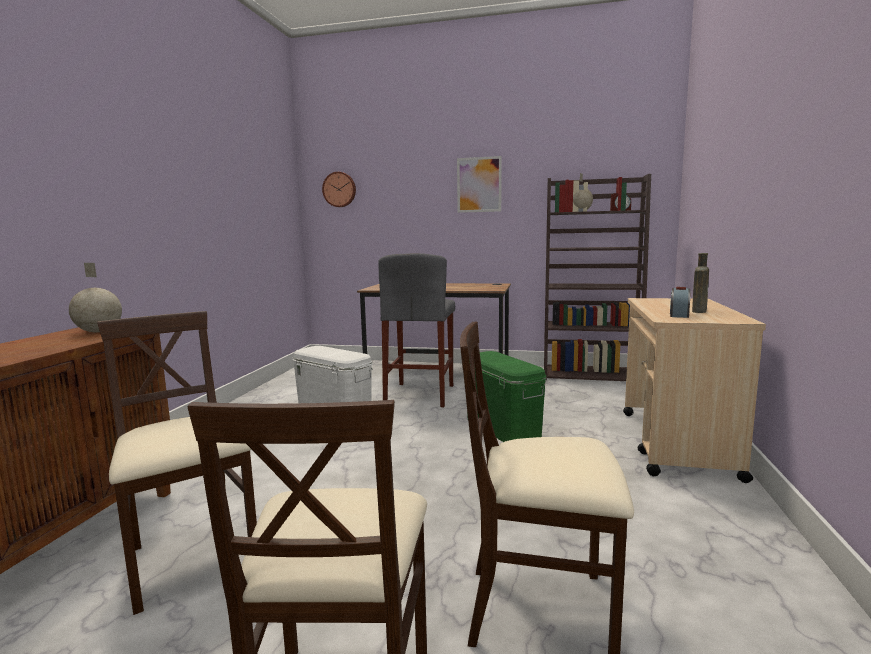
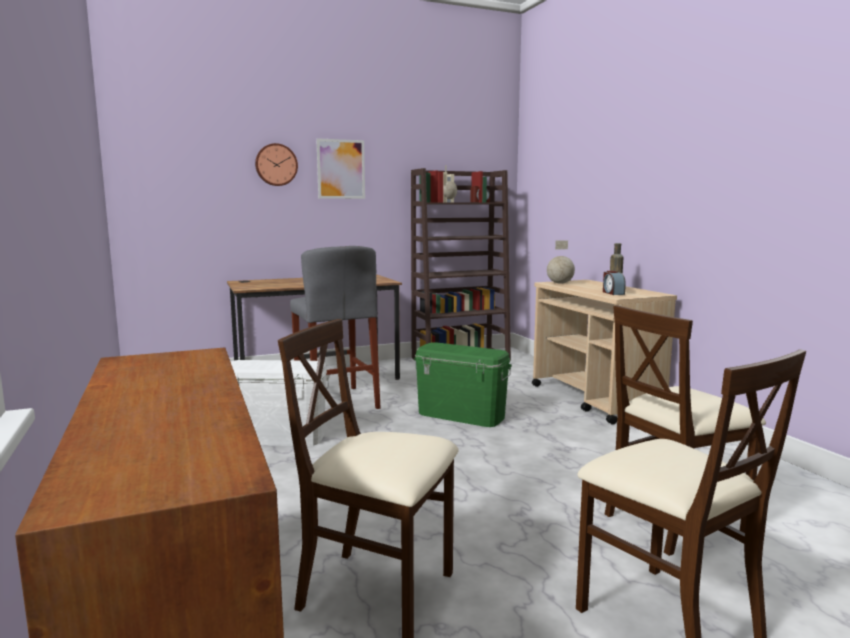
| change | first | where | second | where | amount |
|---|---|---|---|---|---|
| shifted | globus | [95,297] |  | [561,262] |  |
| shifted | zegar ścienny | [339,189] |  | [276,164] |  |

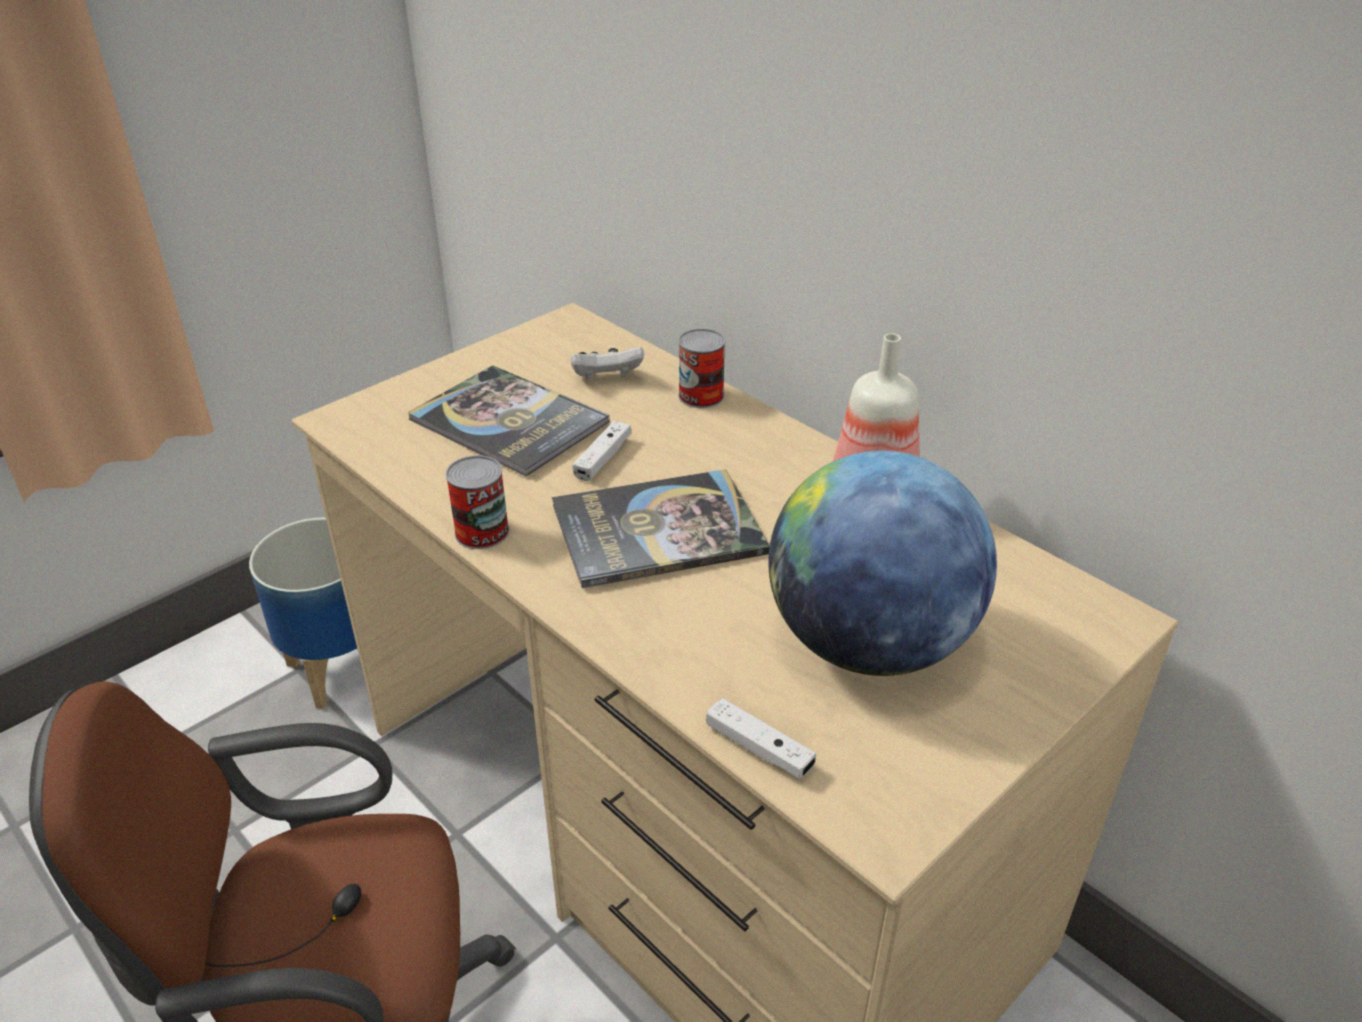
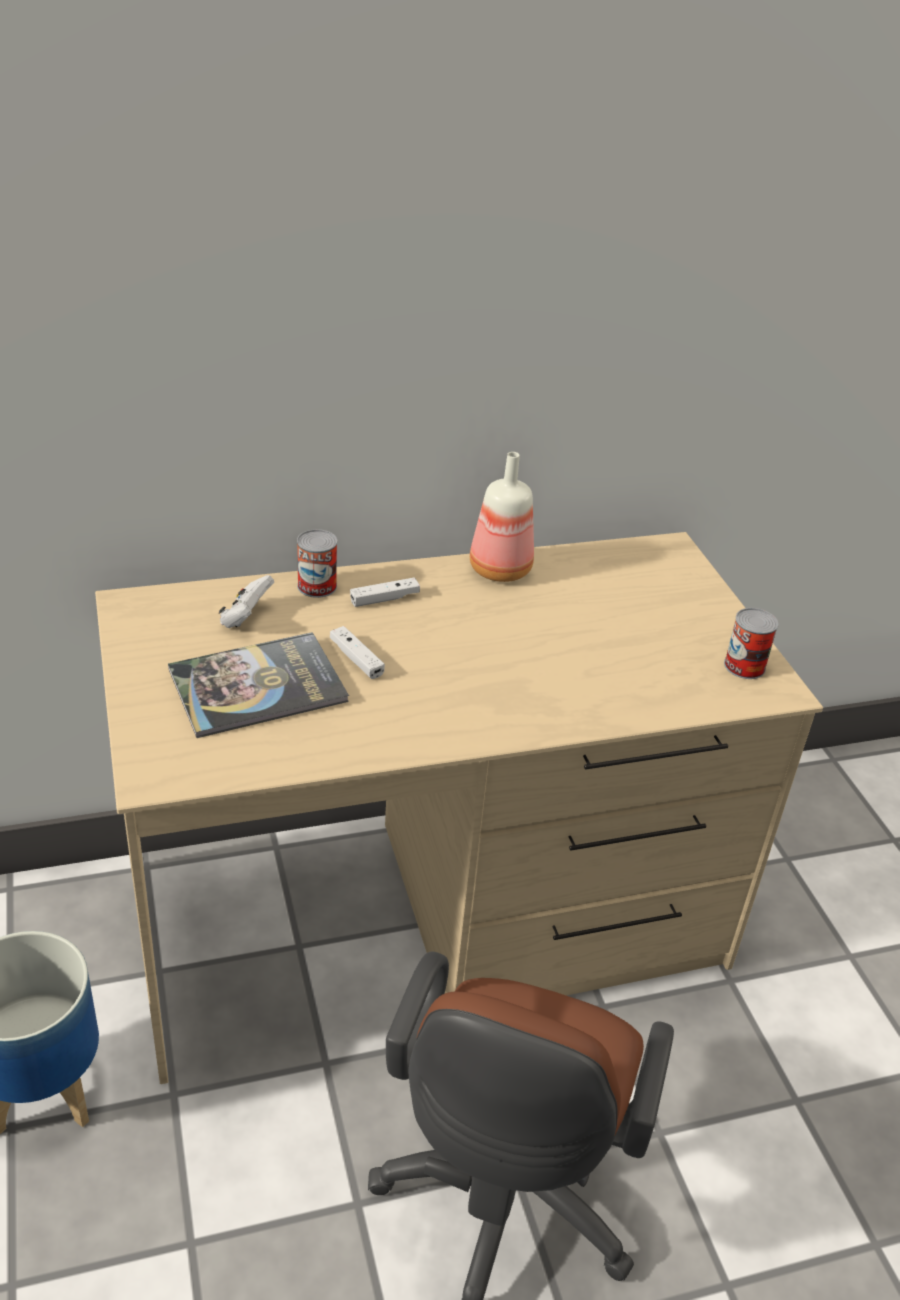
| change | first | where | second | where | amount |
|---|---|---|---|---|---|
| shifted | puszka | [477,502] |  | [751,643] |  |
| gone | książka | [661,528] |  |  |  |
| shifted | pad do gier/biały | [761,738] |  | [385,592] |  |
| gone | globus | [882,563] |  |  |  |

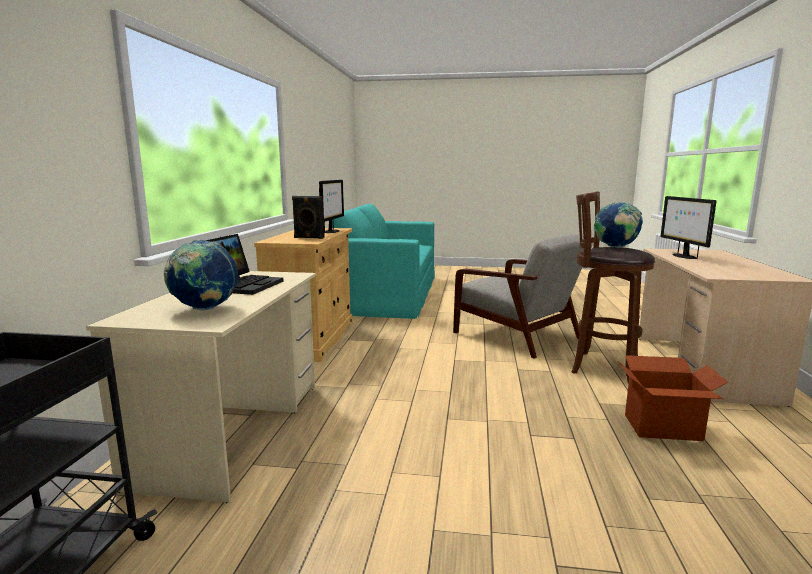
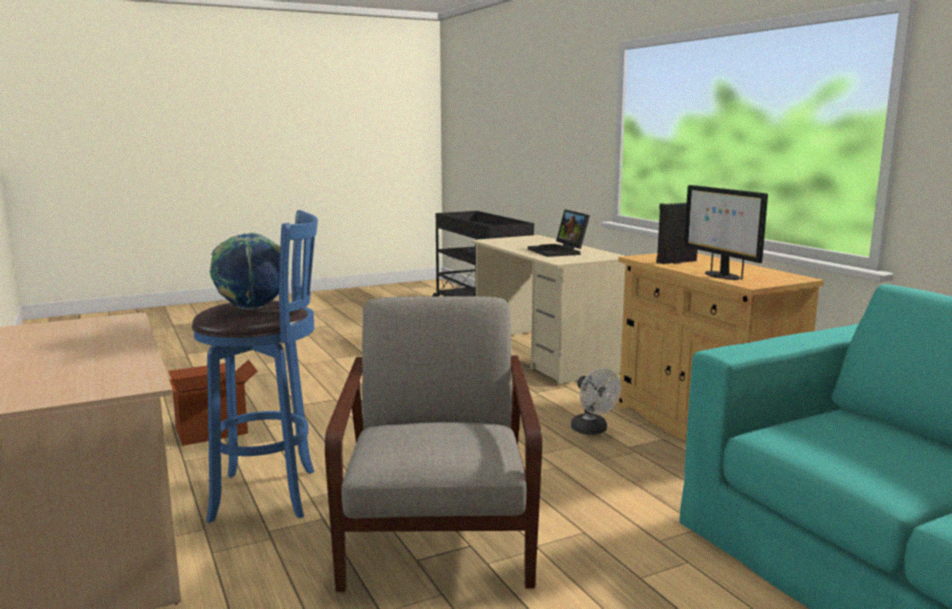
| change | first | where | second | where | amount |
|---|---|---|---|---|---|
| gone | globus | [201,275] |  |  |  |
| rotated | fotel/szary | [523,297] |  | [433,444] | 75 degrees clockwise |
| repainted | stołek/brązowy | [613,287] | stołek/niebieski | [255,366] |  |
| gone | monitor | [688,227] |  |  |  |
| new |  |  | wentylator/biały | [596,401] |  |

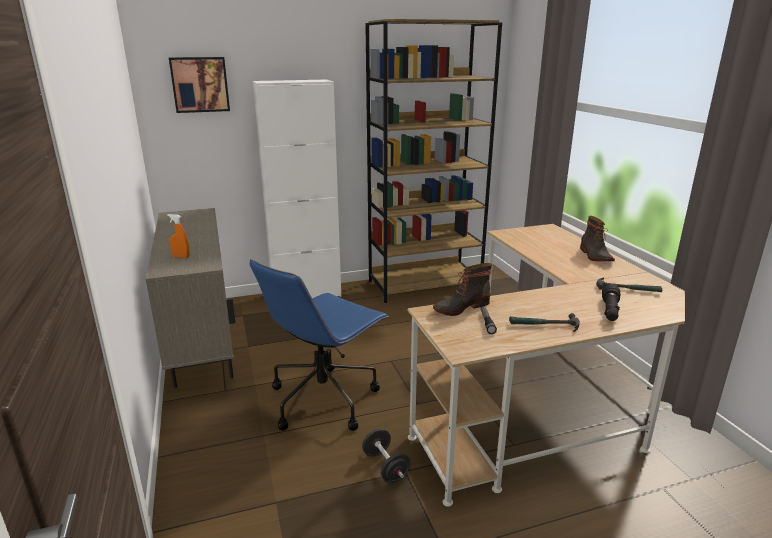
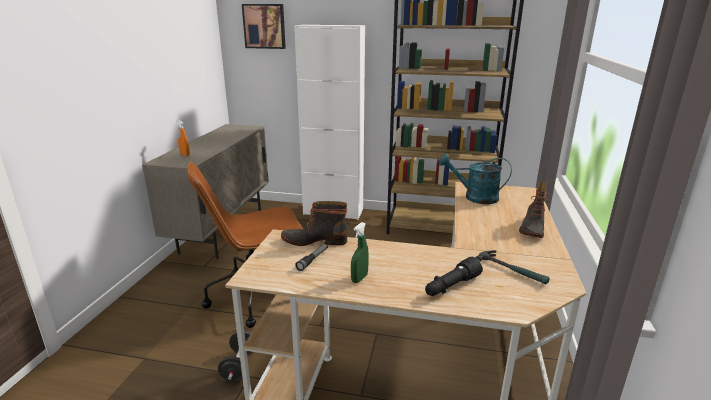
| change | first | where | second | where | amount |
|---|---|---|---|---|---|
| repainted | krzesło biurowe/niebieski | [319,345] | krzesło biurowe/brązowy | [244,244] |  |
| swapped | młotek | [544,322] | spryskiwacz/zielony | [360,252] |  |
| new |  |  | konewka/turkusowy | [475,179] |  |

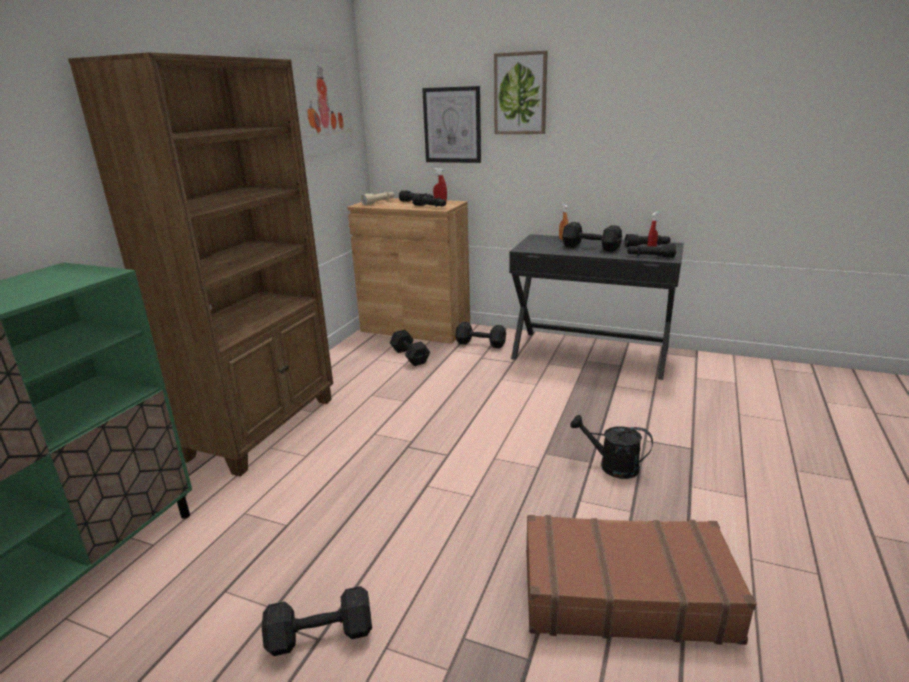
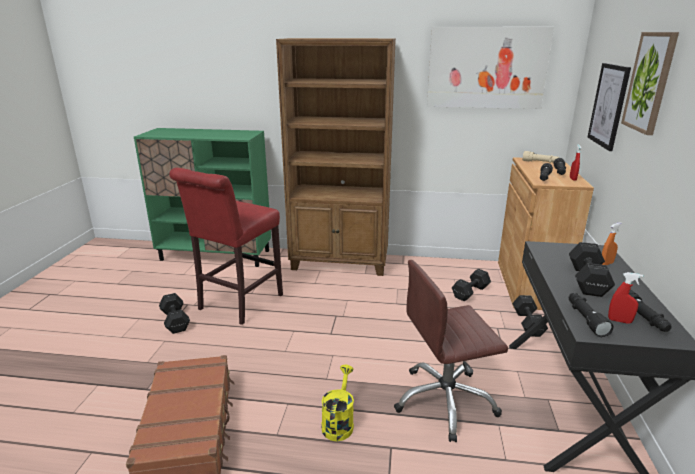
| change | first | where | second | where | amount |
|---|---|---|---|---|---|
| repainted | konewka/czarny | [611,447] | konewka/żółty | [337,403] |  |
| new |  |  | stołek/czerwony | [226,246] |  |
| new |  |  | krzesło biurowe/brązowy | [451,351] |  |

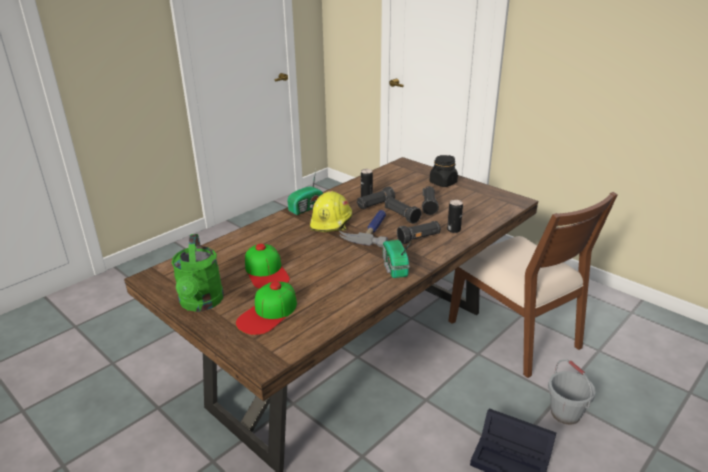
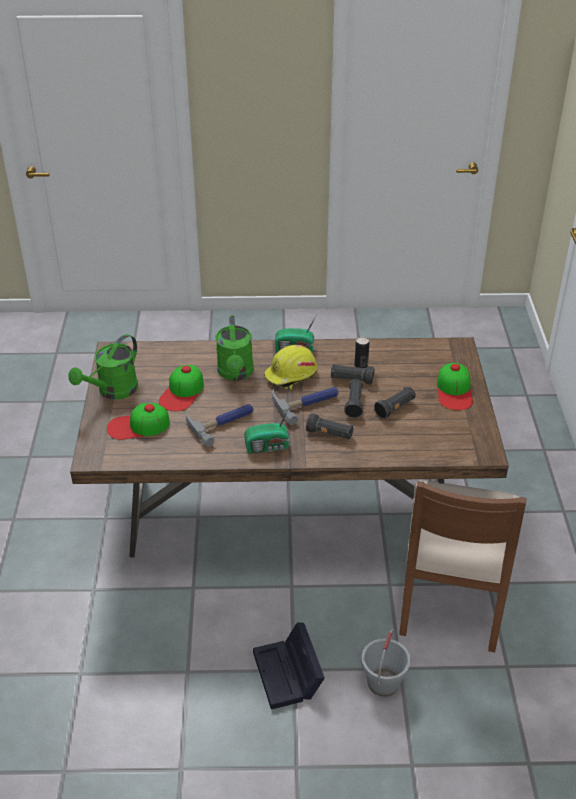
| change | first | where | second | where | amount |
|---|---|---|---|---|---|
| rotated | radio | [397,259] |  | [267,430] | 135 degrees counterclockwise |
| swapped | słoik/czarny | [444,171] | czapka z daszkiem | [455,386] |  |
| gone | puszka | [455,216] |  |  |  |
| new |  |  | młotek | [219,425] |  |
| new |  |  | konewka/zielony | [235,348] |  |

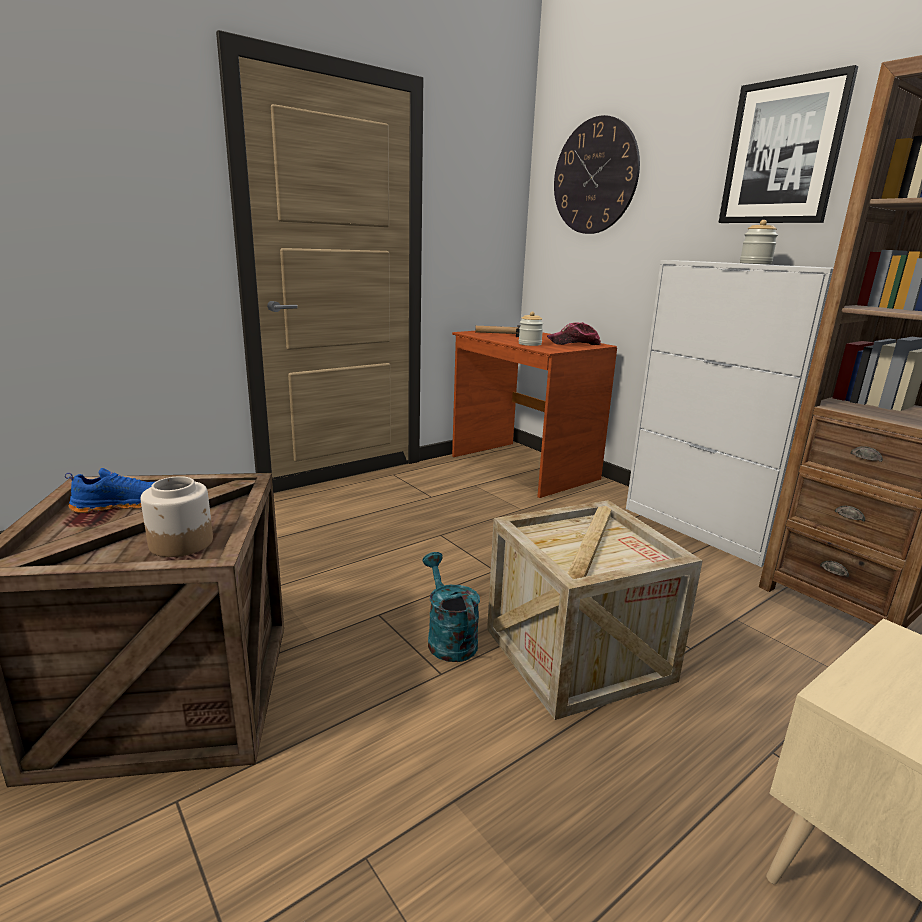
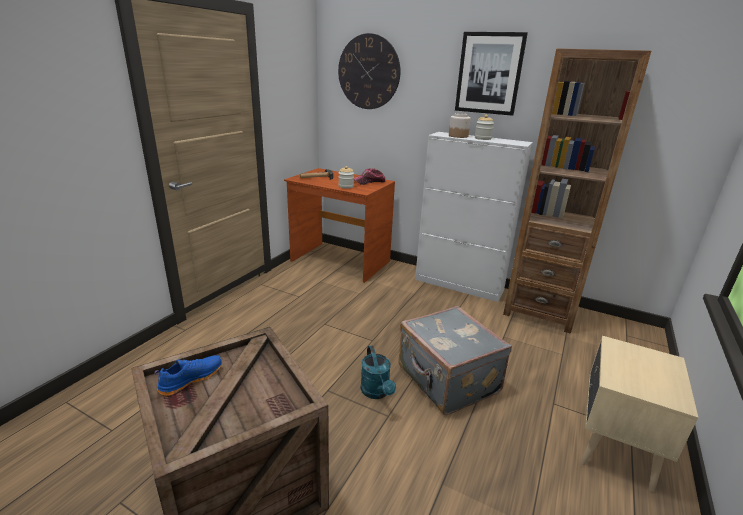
| change | first | where | second | where | amount |
|---|---|---|---|---|---|
| shifted | słoik | [176,516] |  | [460,125] |  |
| rotated | konewka/turkusowy | [451,607] |  | [378,372] | 150 degrees counterclockwise |
| swapped | skrzynka | [595,610] | walizka/szary | [455,360] |  |

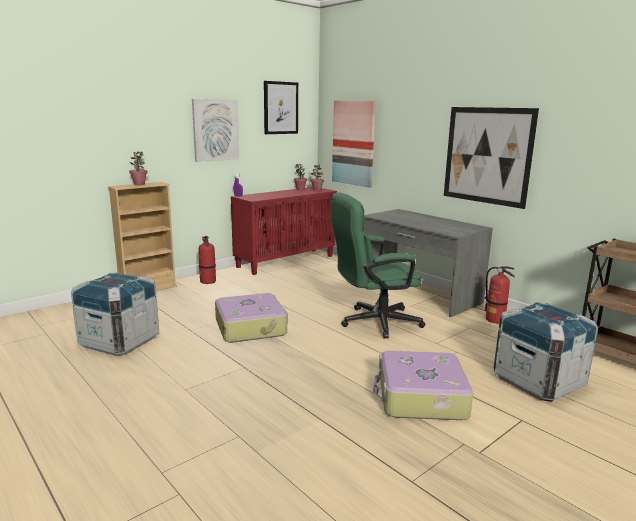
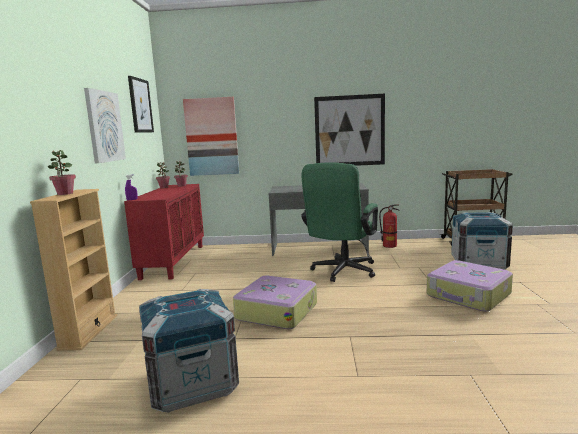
| change | first | where | second | where | amount |
|---|---|---|---|---|---|
| gone | gaśnica | [207,260] |  |  |  |

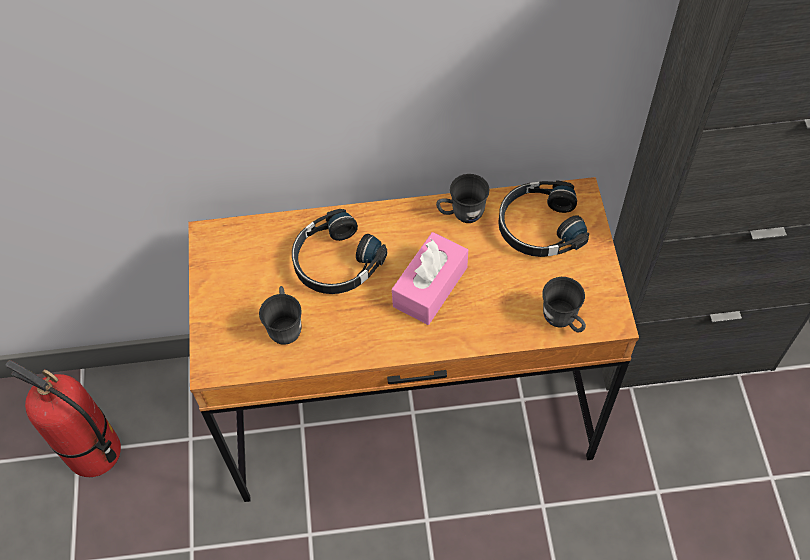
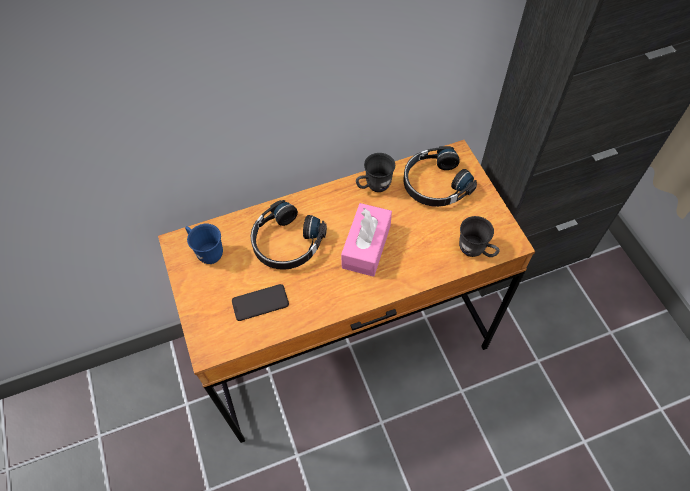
| change | first | where | second | where | amount |
|---|---|---|---|---|---|
| gone | gaśnica | [63,418] |  |  |  |
| swapped | kubek/szary | [280,315] | telefon | [260,302] |  |
| new |  |  | kubek/niebieski | [204,244] |  |

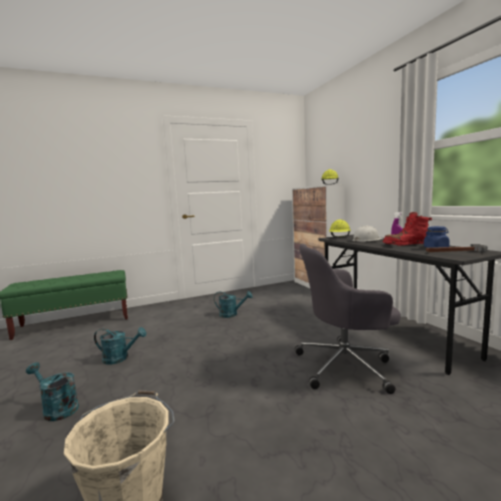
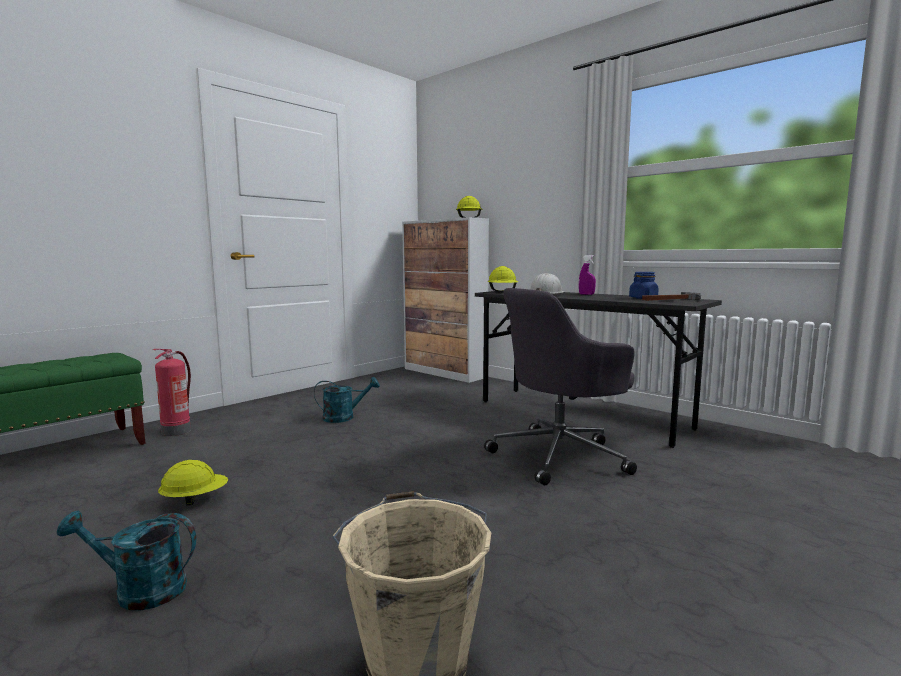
| change | first | where | second | where | amount |
|---|---|---|---|---|---|
| swapped | konewka/turkusowy | [120,346] | kask/żółty | [193,483] |  |
| gone | but z cholewką/czerwony | [407,229] |  |  |  |
| new |  |  | gaśnica | [172,392] |  |

